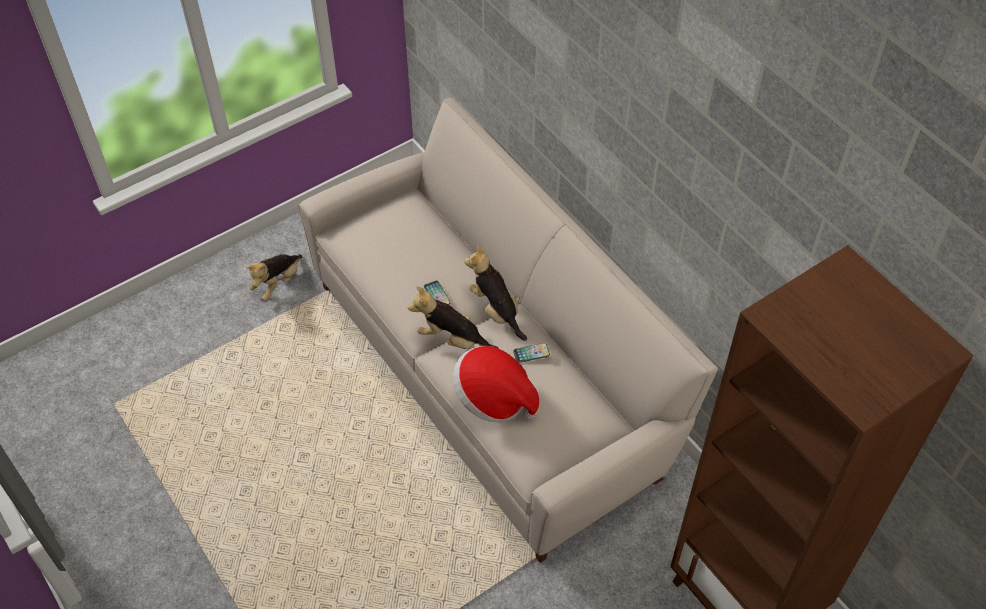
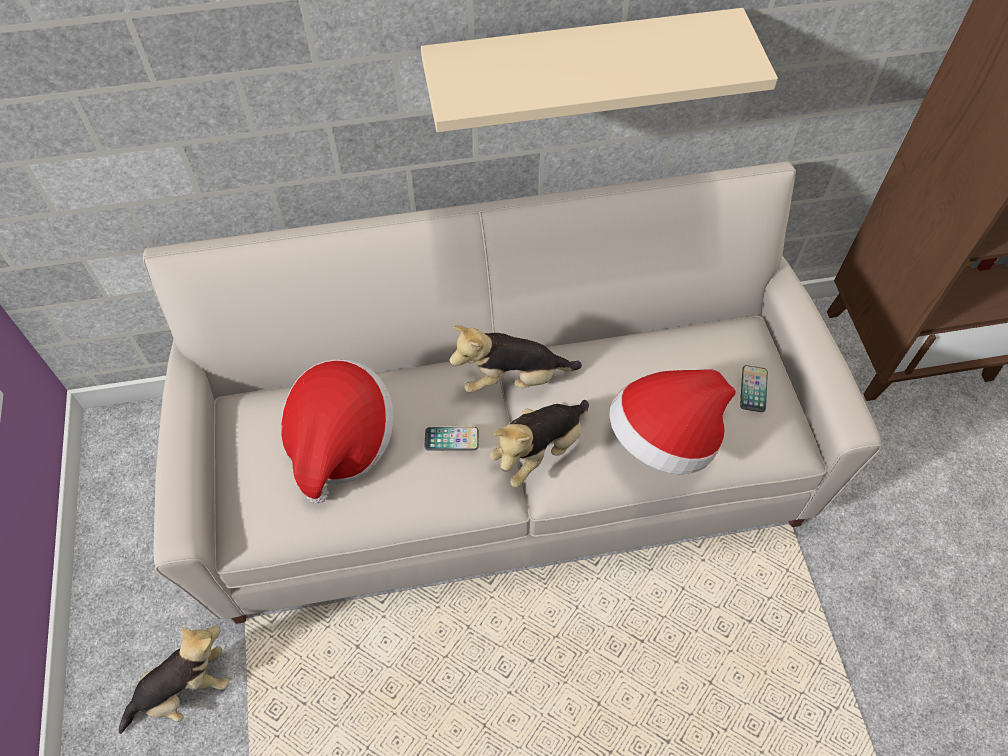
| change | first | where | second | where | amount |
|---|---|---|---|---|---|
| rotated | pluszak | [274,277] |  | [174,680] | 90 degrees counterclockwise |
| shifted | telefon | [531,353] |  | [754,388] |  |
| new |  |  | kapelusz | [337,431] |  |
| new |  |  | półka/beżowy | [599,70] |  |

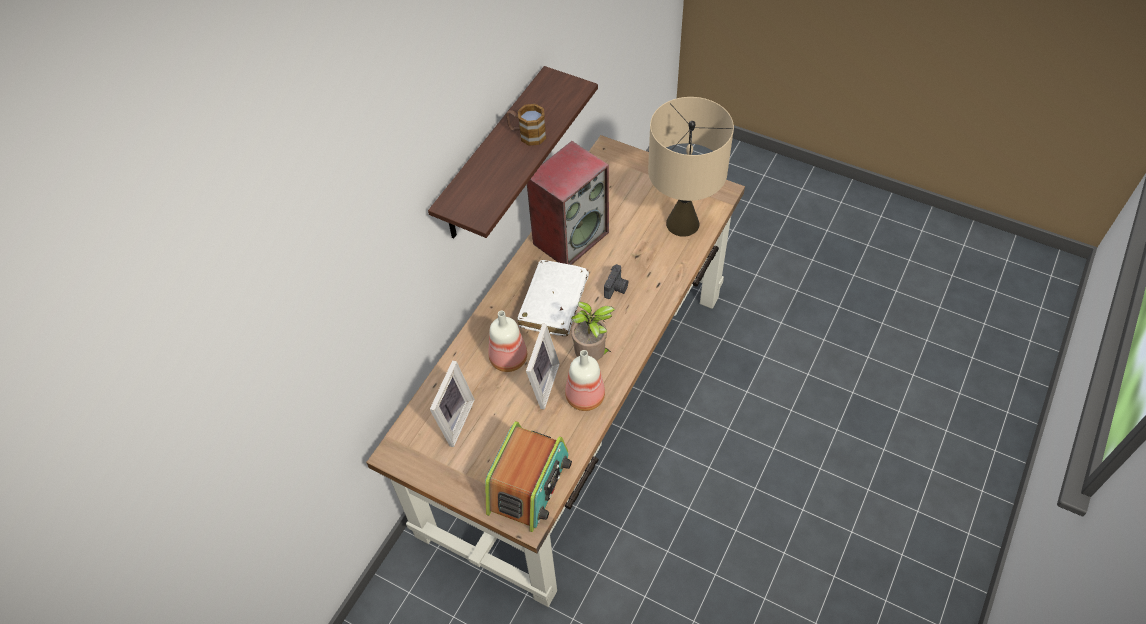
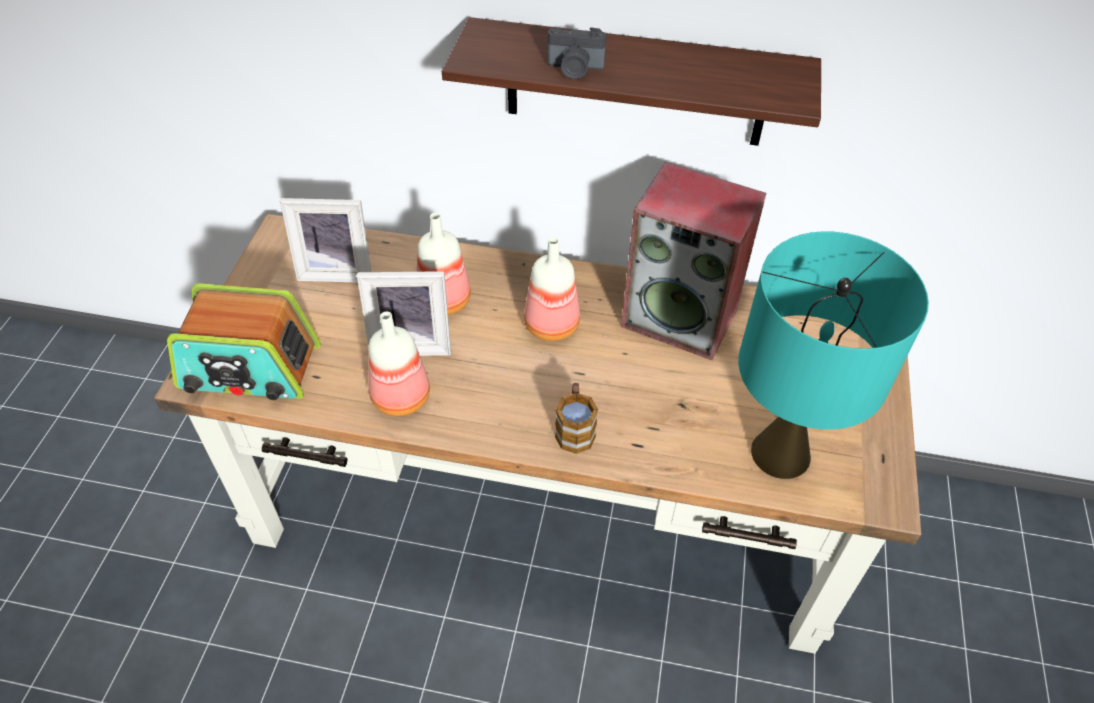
| change | first | where | second | where | amount |
|---|---|---|---|---|---|
| shifted | kubek | [526,125] |  | [576,418] |  |
| swapped | książka/biały | [553,298] | butelka | [552,289] |  |
| gone | roślina doniczkowa | [593,331] |  |  |  |
| shifted | aparat fotograficzny | [616,281] |  | [577,53] |  |
| repainted | lampa stołowa/beżowy | [691,167] | lampa stołowa/turkusowy | [833,355] |  |

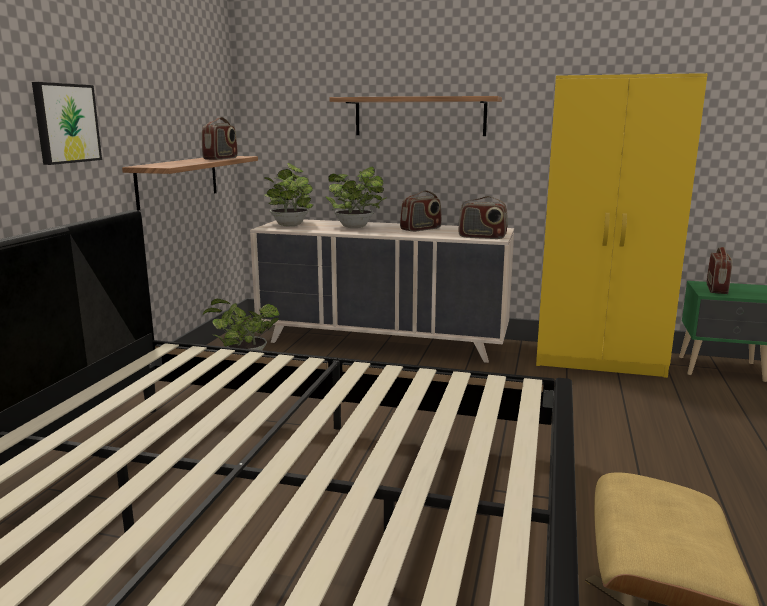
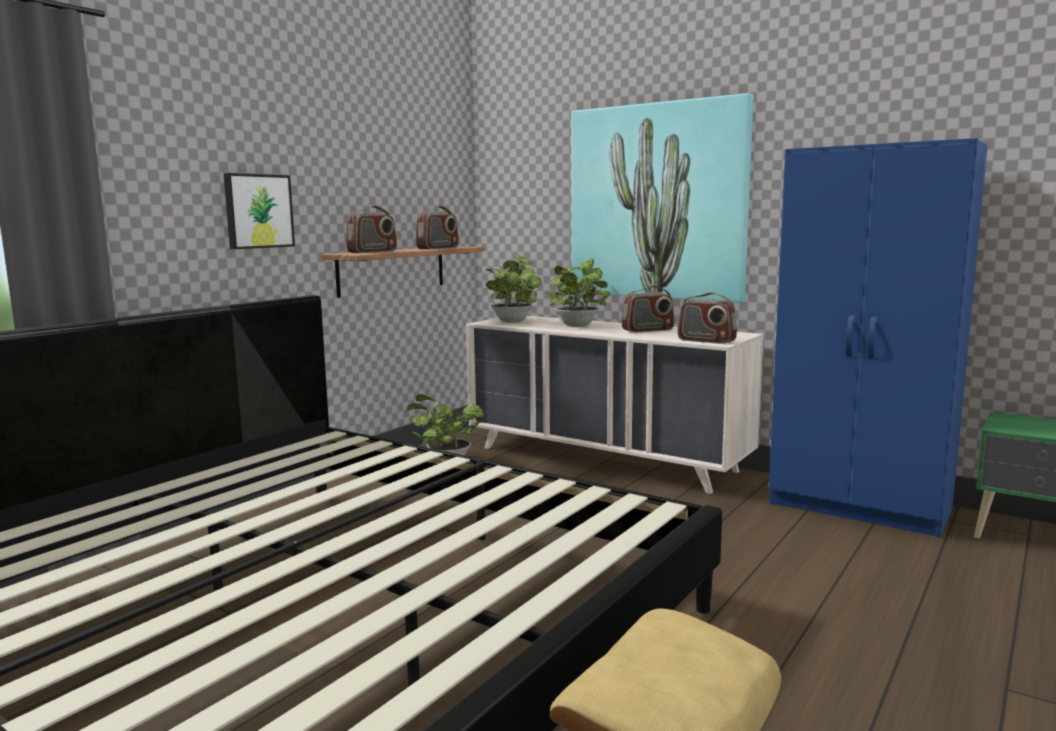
| change | first | where | second | where | amount |
|---|---|---|---|---|---|
| swapped | półka | [415,116] | obraz | [662,197] |  |
| repainted | szafa/żółty | [622,225] | szafa/niebieski | [878,338] |  |
| shifted | radio | [719,270] |  | [371,229] |  |

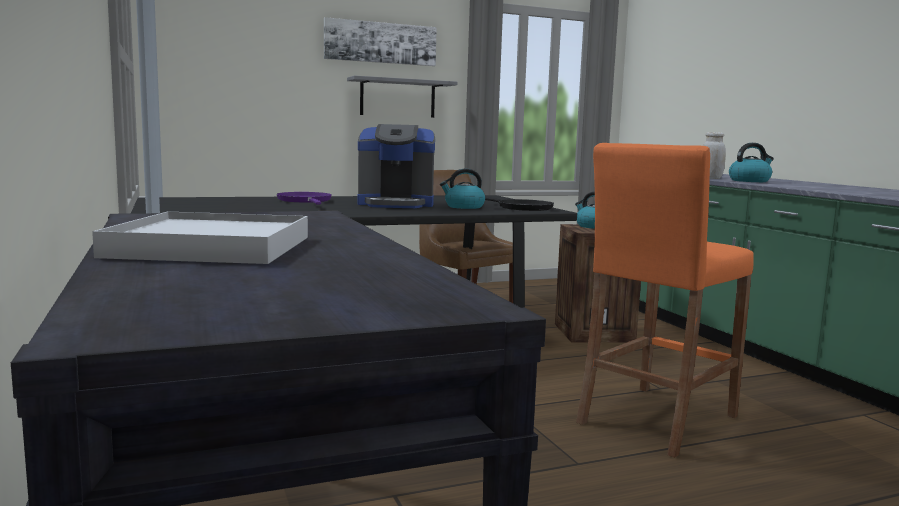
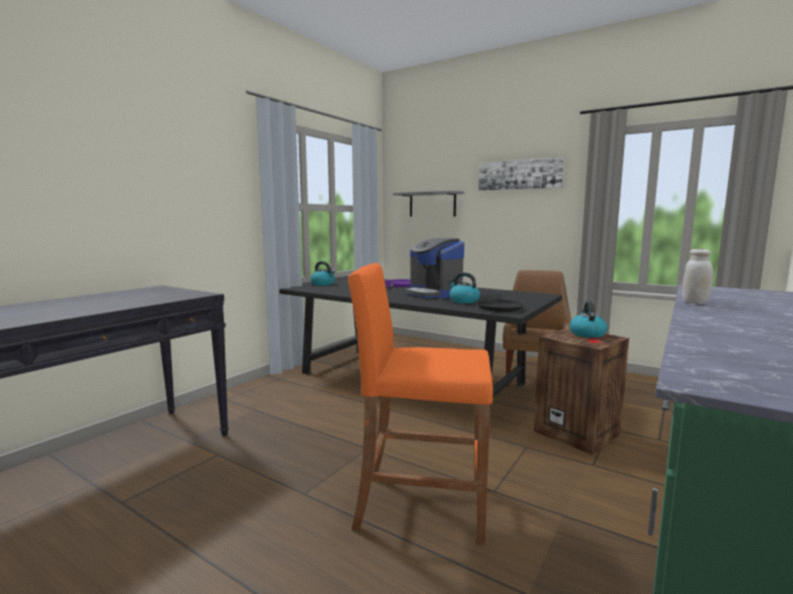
| change | first | where | second | where | amount |
|---|---|---|---|---|---|
| gone | taca/biały | [200,238] |  |  |  |
| shifted | półka/szary | [402,97] |  | [429,203] |  |
| shifted | czajnik | [751,162] |  | [323,273] |  |

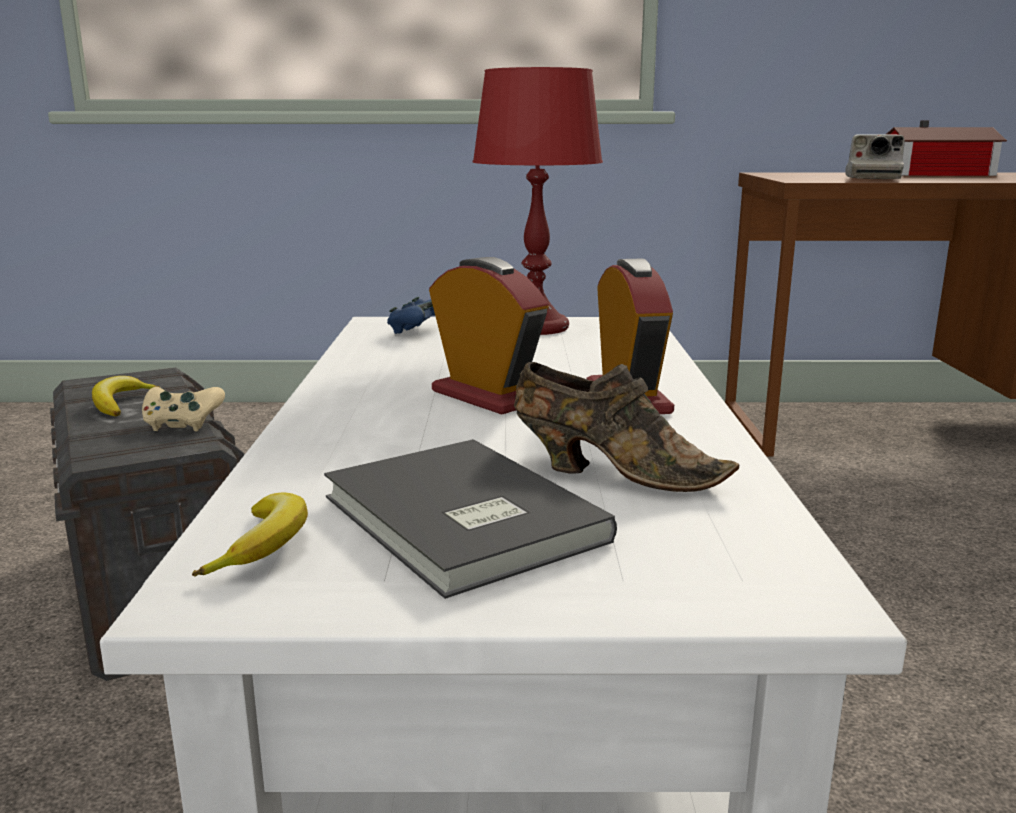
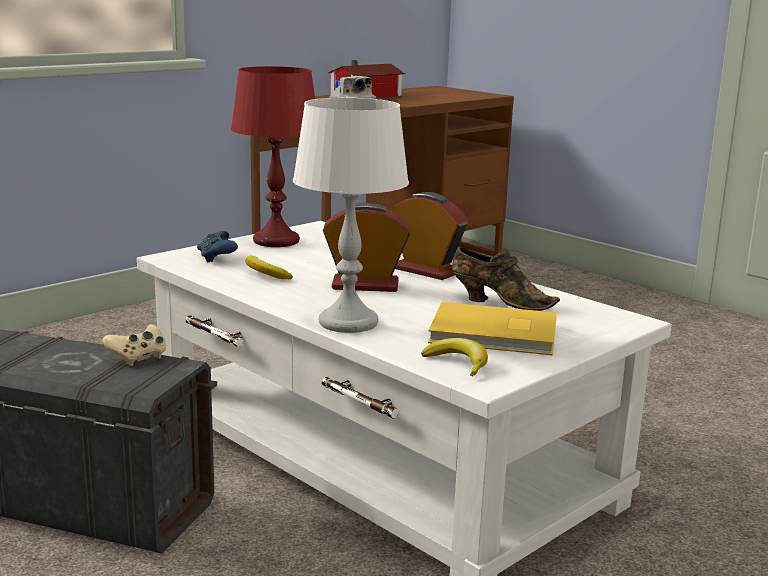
| change | first | where | second | where | amount |
|---|---|---|---|---|---|
| shifted | banan | [125,396] |  | [269,268] |  |
| repainted | książka/szary | [470,519] | książka/żółty | [492,328] |  |
| rotated | but/brązowy | [626,427] |  | [506,279] | 45 degrees clockwise |
| new |  |  | lampa stołowa/biały | [351,215] |  |

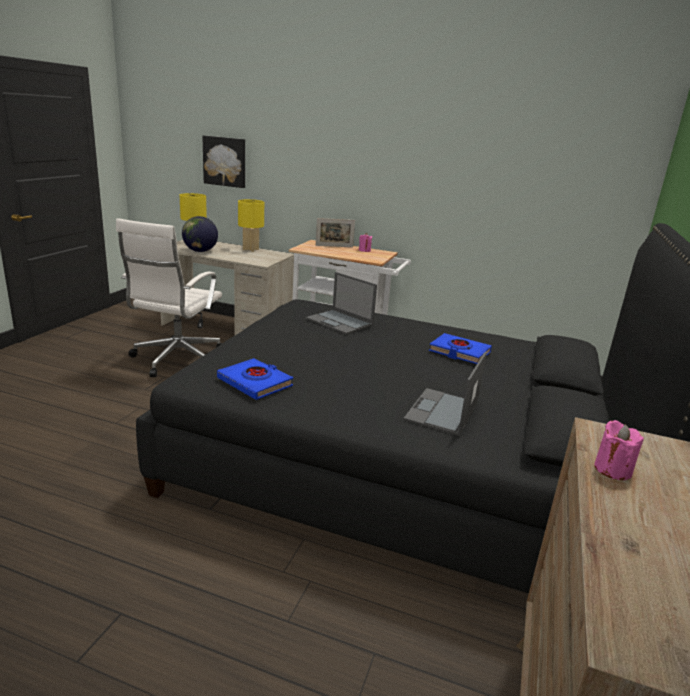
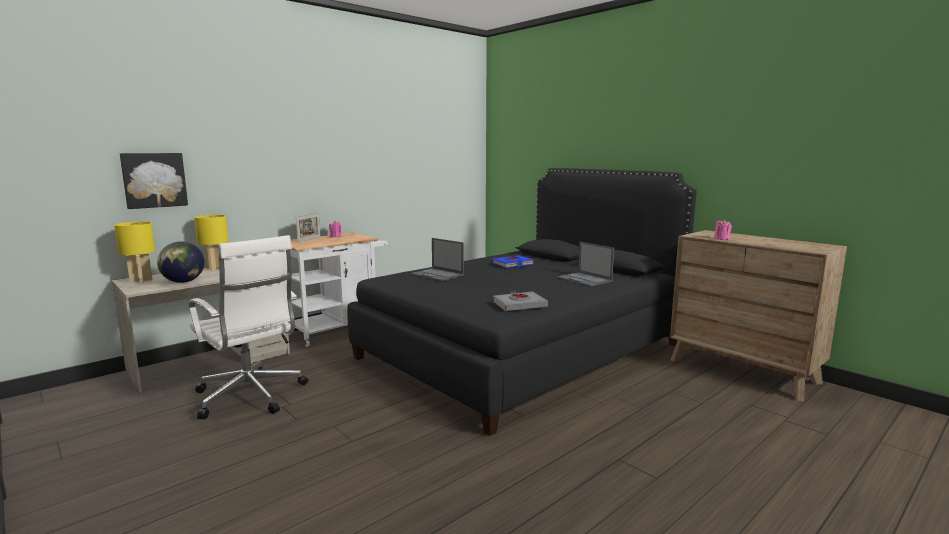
| change | first | where | second | where | amount |
|---|---|---|---|---|---|
| repainted | książka/niebieski | [255,379] | książka/szary | [520,301] |  |
| rotated | laptop | [341,303] |  | [437,259] | 60 degrees clockwise |

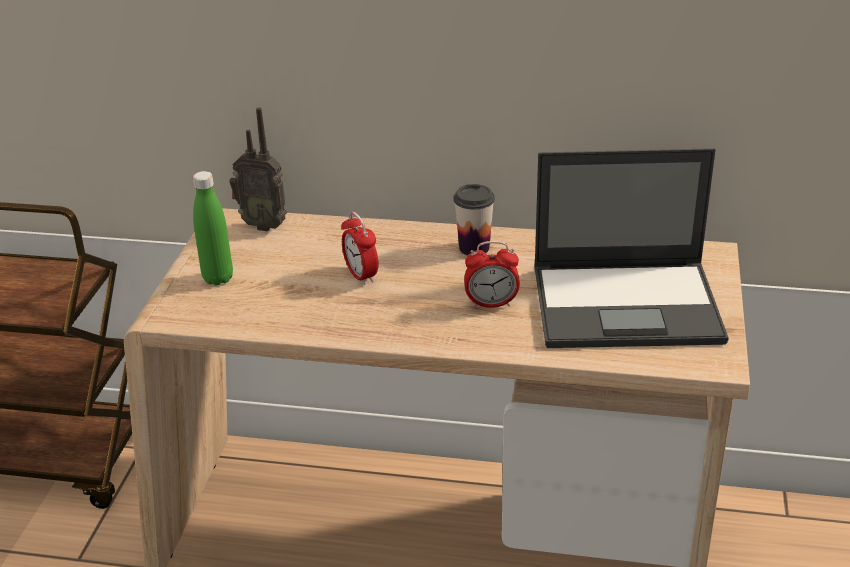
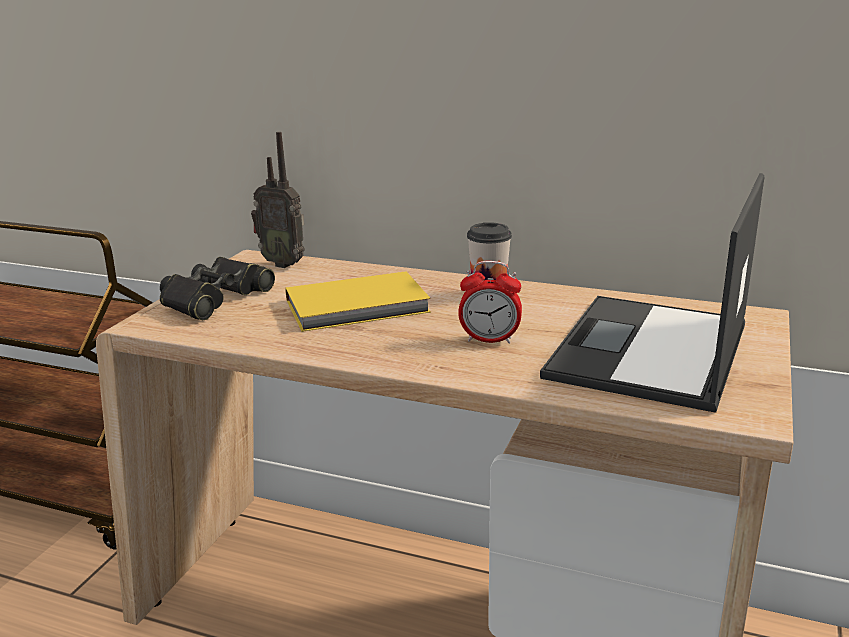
| change | first | where | second | where | amount |
|---|---|---|---|---|---|
| swapped | butelka/zielony | [213,228] | lornetka/czarny | [217,288] |  |
| swapped | budzik | [360,248] | książka/żółty | [358,301] |  |
| rotated | laptop | [631,248] |  | [652,293] | 105 degrees clockwise |

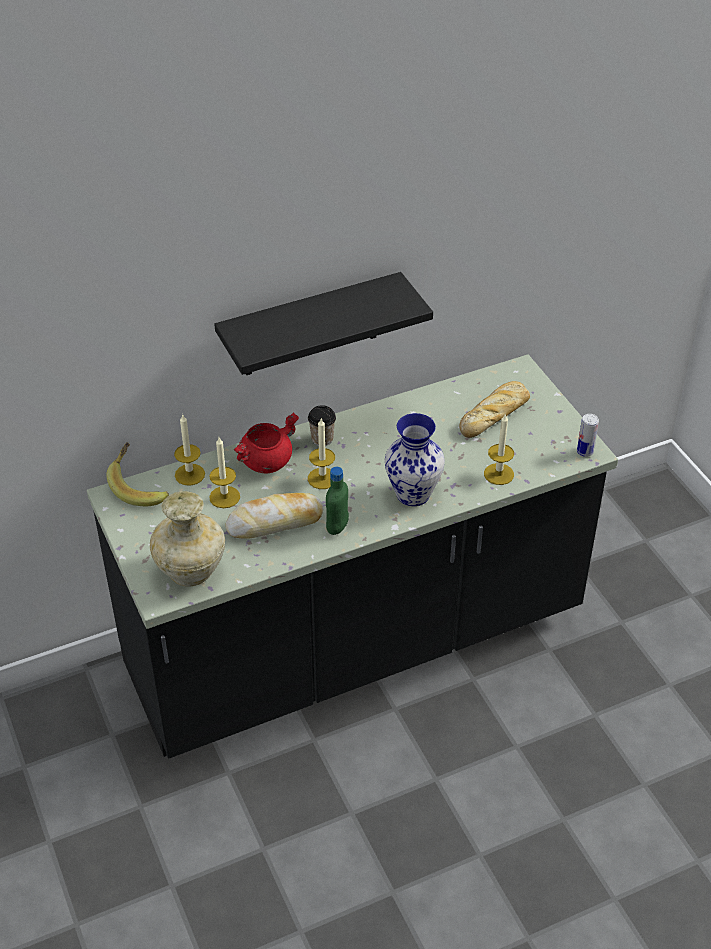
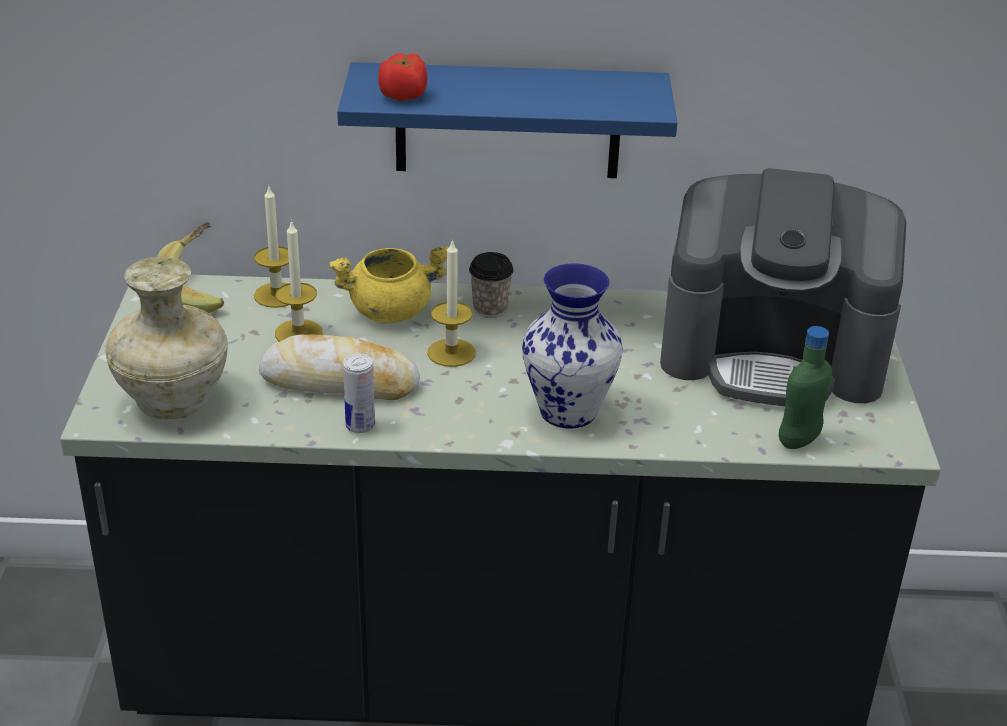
| change | first | where | second | where | amount |
|---|---|---|---|---|---|
| repainted | półka/czarny | [323,323] | półka/niebieski | [507,120] |  |
| repainted | garnek/czerwony | [266,443] | garnek/żółty | [389,284] |  |
| shifted | butelka/zielony | [337,501] |  | [805,387] |  |
| swapped | chleb | [494,409] | ekspres do kawy | [783,287] |  |
| gone | świeca | [499,449] |  |  |  |
| shifted | puszka | [588,435] |  | [359,393] |  |
| new |  |  | pomidor | [402,77] |  |

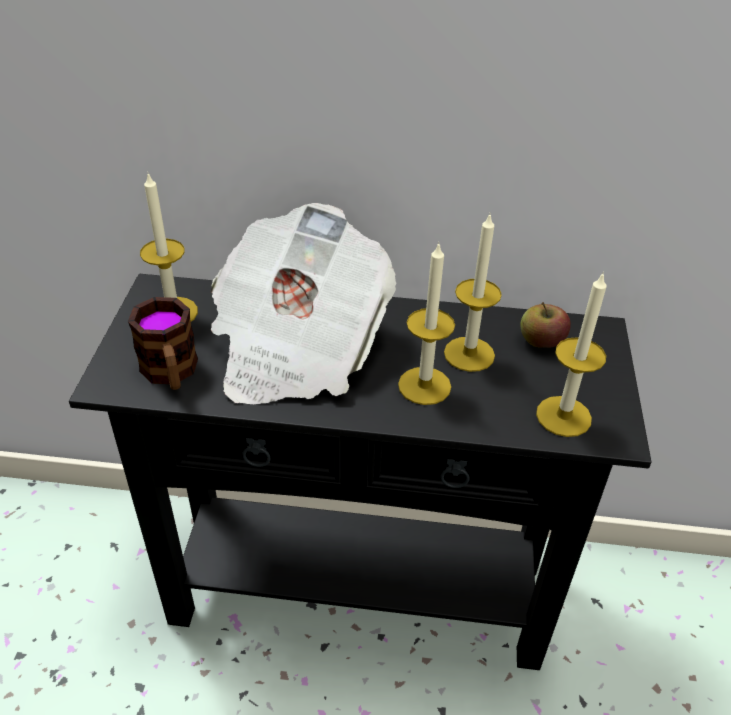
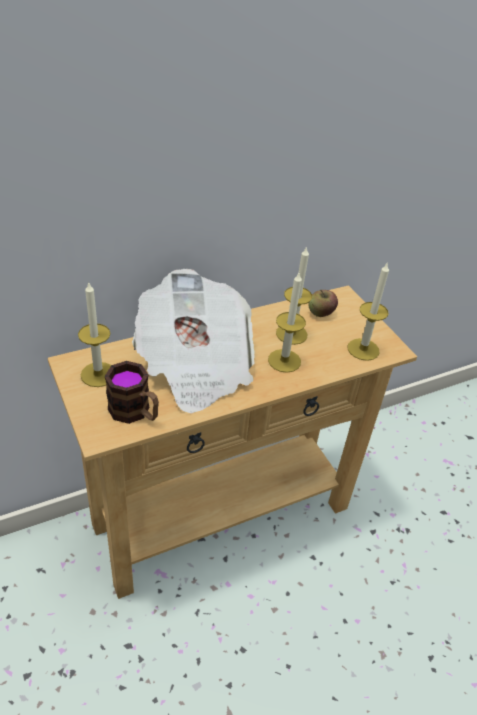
| change | first | where | second | where | amount |
|---|---|---|---|---|---|
| repainted | stolik konsolowy/czarny | [360,472] | stolik konsolowy/beżowy | [232,442] |  |

